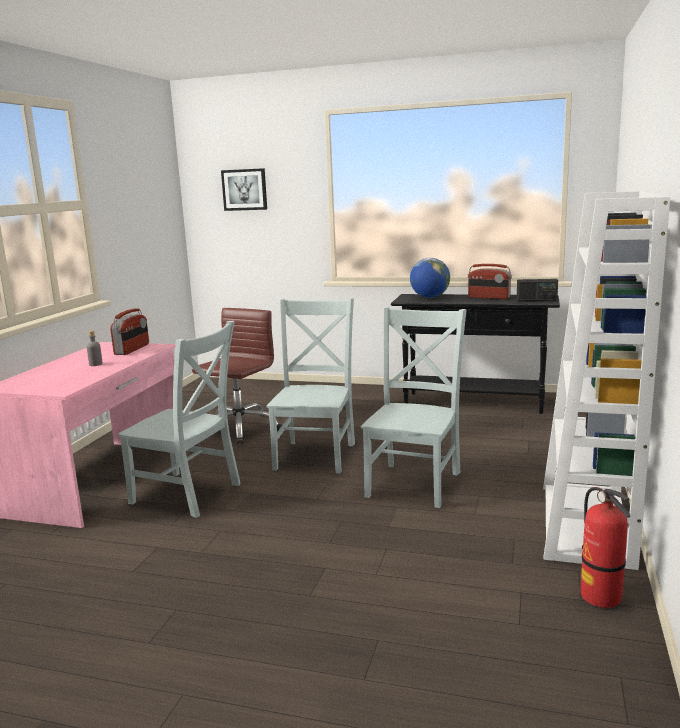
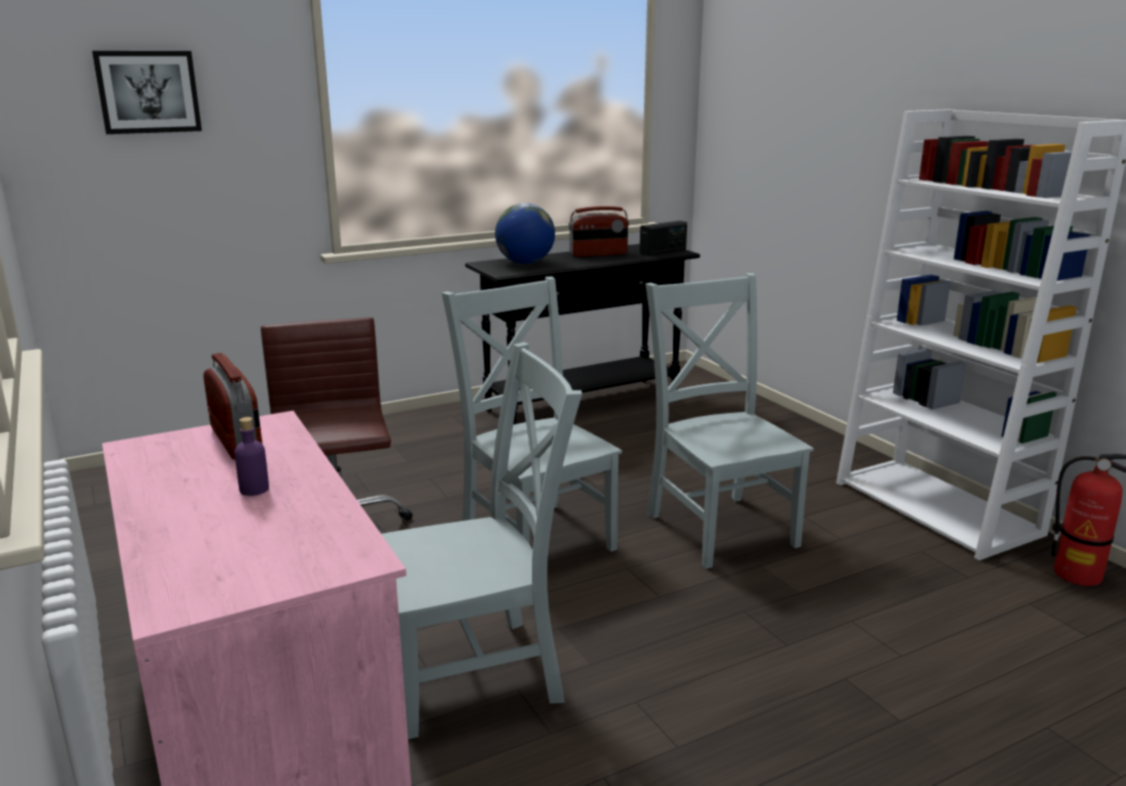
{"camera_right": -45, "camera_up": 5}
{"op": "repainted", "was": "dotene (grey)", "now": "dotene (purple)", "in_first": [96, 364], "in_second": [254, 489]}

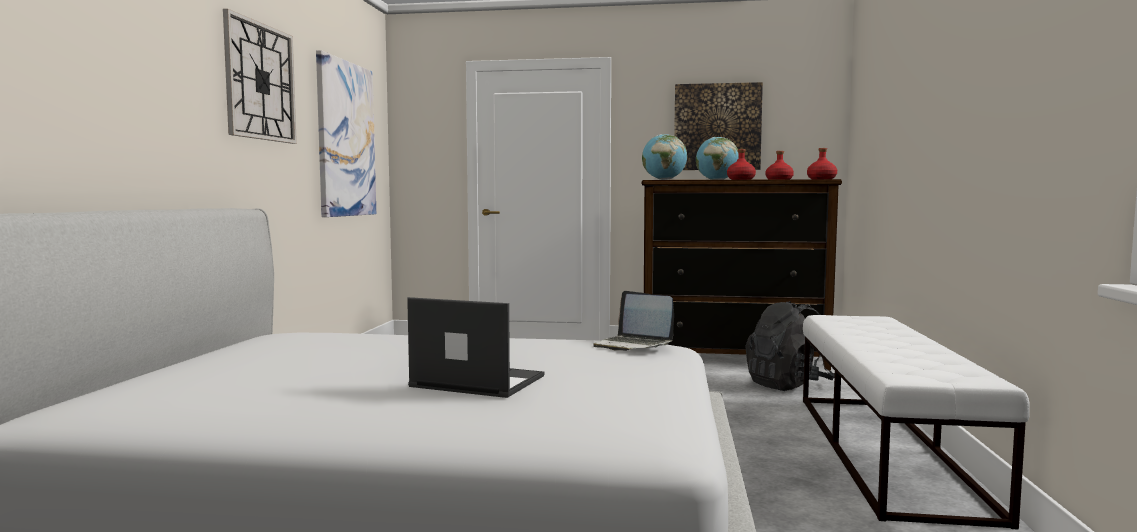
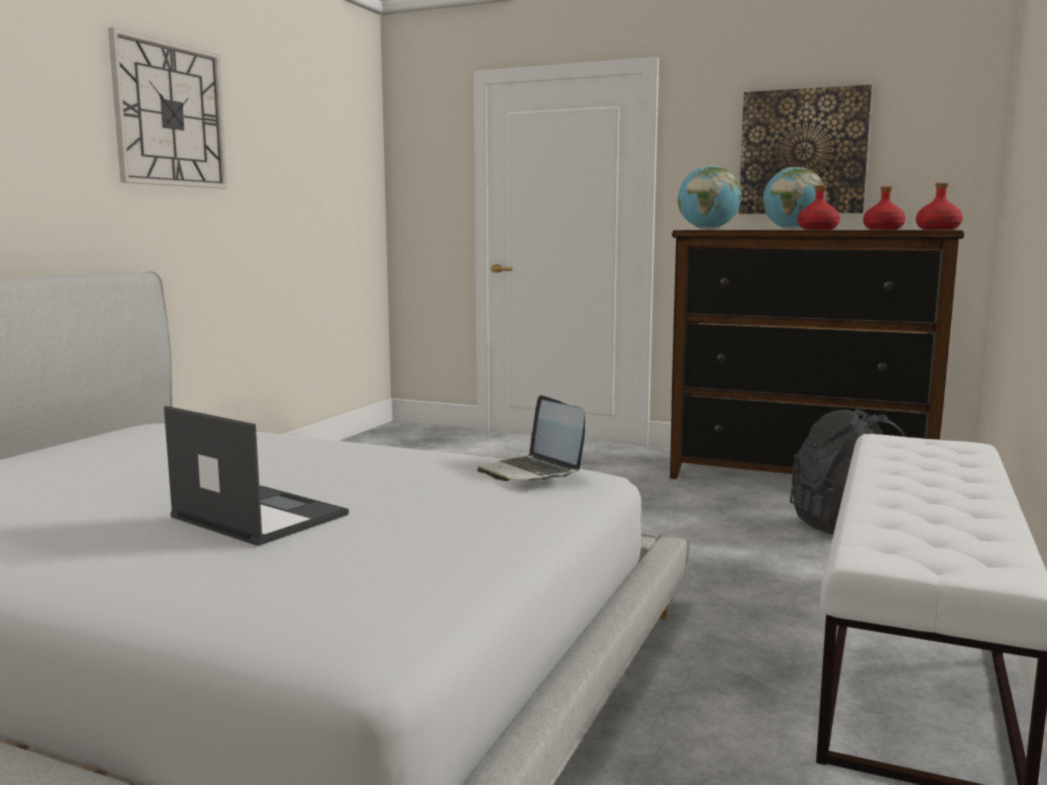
{"camera_right": 15, "camera_up": 5}
{"op": "gone", "was": "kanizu", "in_first": [346, 139]}

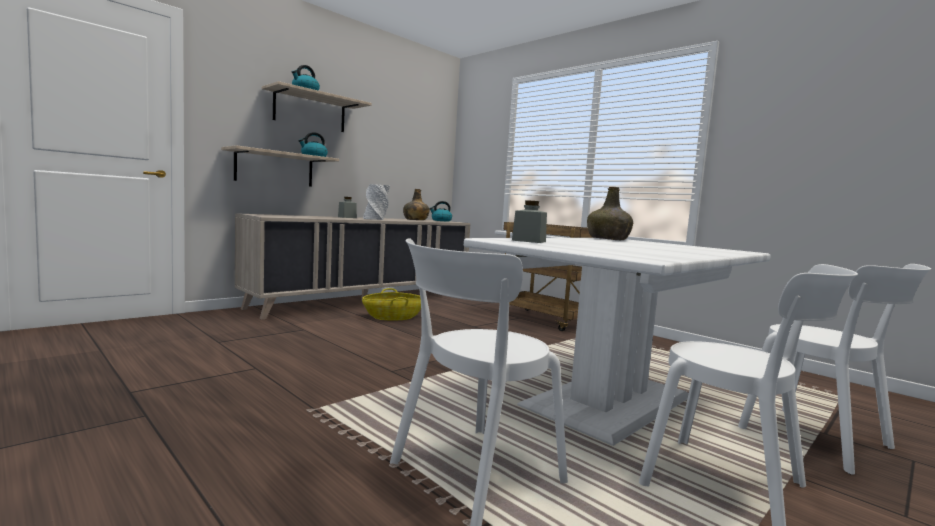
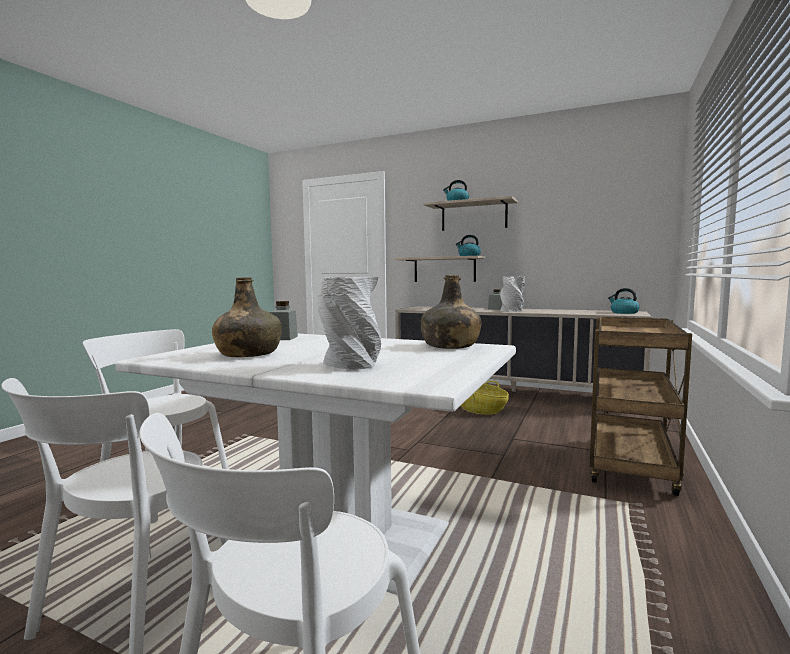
{"camera_right": 70, "camera_up": 0}
{"op": "shifted", "was": "dotene (green)", "in_first": [415, 220], "in_second": [248, 354]}
{"op": "new", "now": "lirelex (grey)", "in_second": [351, 365]}

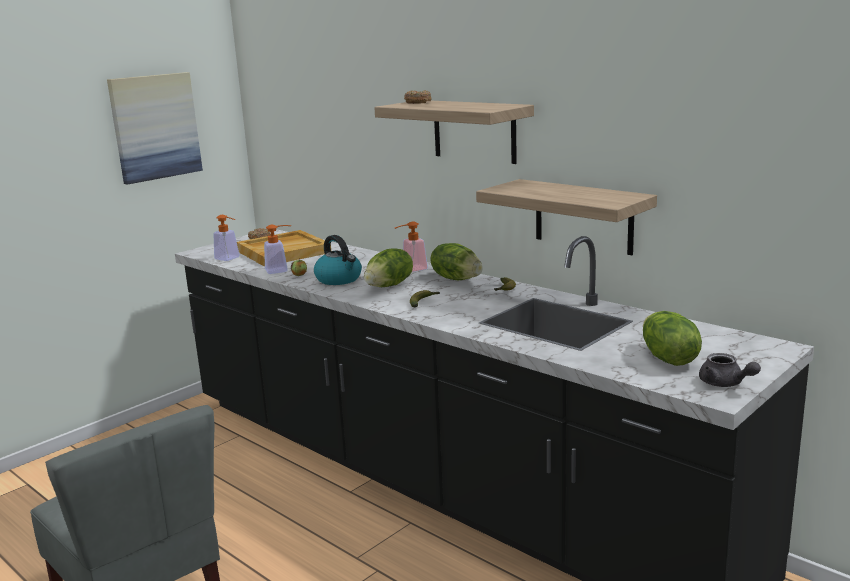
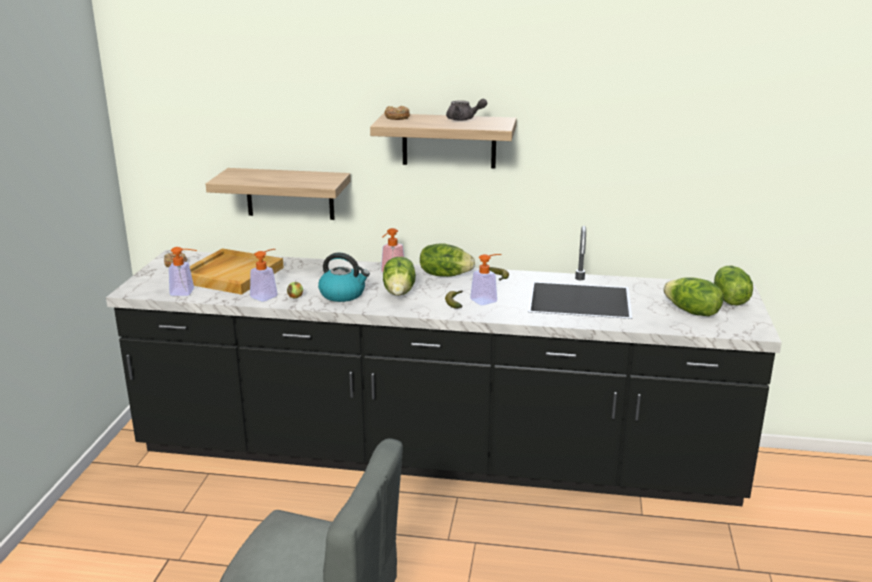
{"camera_right": -35, "camera_up": 5}
{"op": "gone", "was": "kanizu", "in_first": [155, 127]}
{"op": "shifted", "was": "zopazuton", "in_first": [583, 216], "in_second": [290, 193]}
{"op": "shifted", "was": "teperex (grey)", "in_first": [725, 384], "in_second": [464, 119]}
{"op": "new", "now": "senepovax", "in_second": [487, 300]}
{"op": "new", "now": "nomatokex", "in_second": [729, 300]}

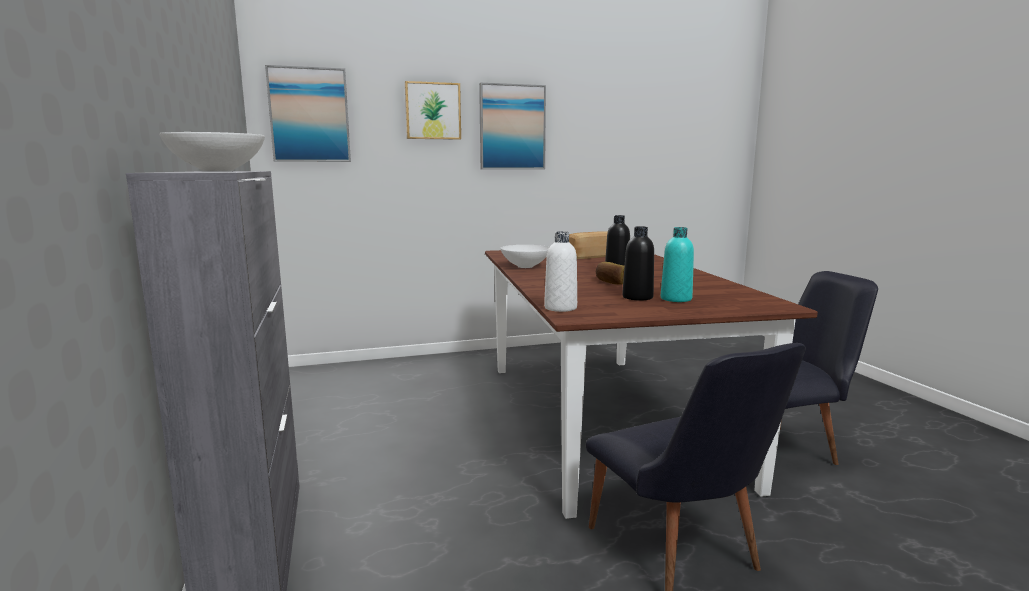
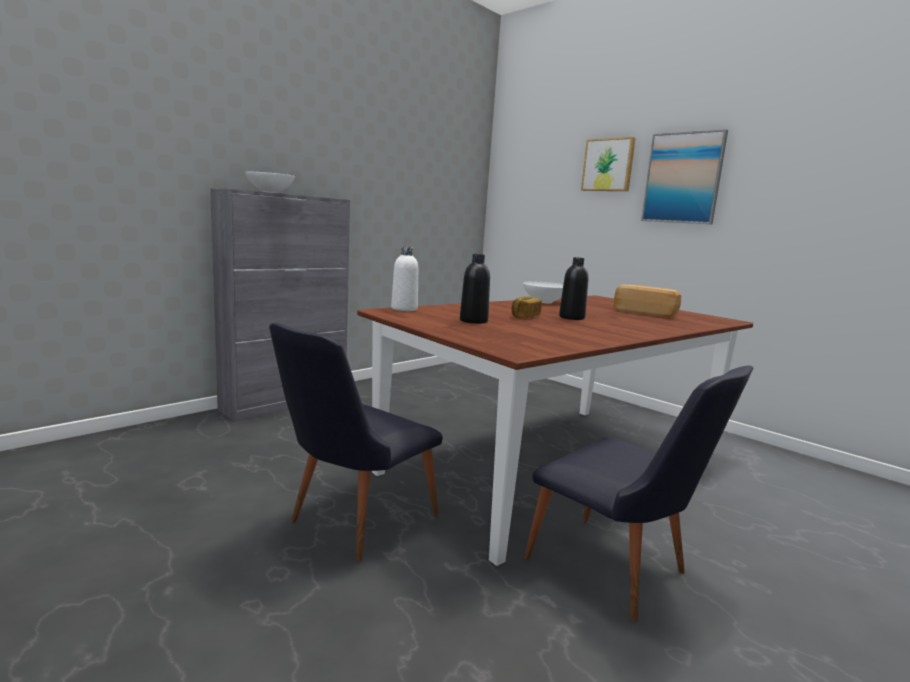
{"camera_right": 60, "camera_up": 0}
{"op": "gone", "was": "kanizu", "in_first": [309, 115]}
{"op": "gone", "was": "dotene (turquoise)", "in_first": [676, 299]}

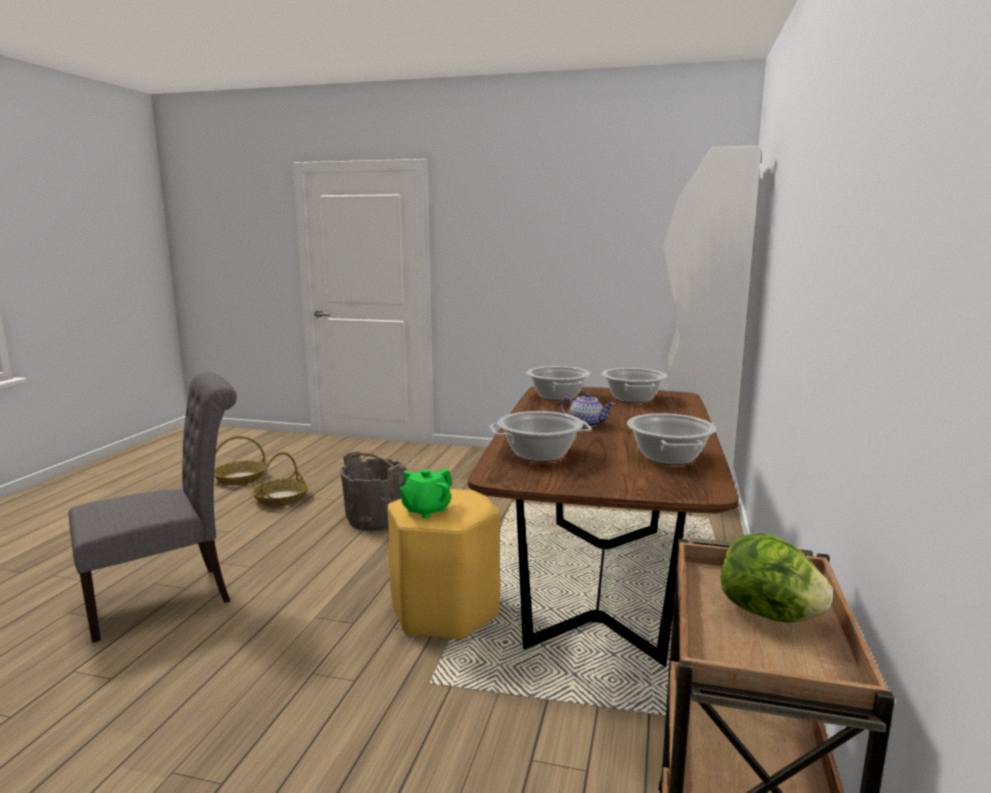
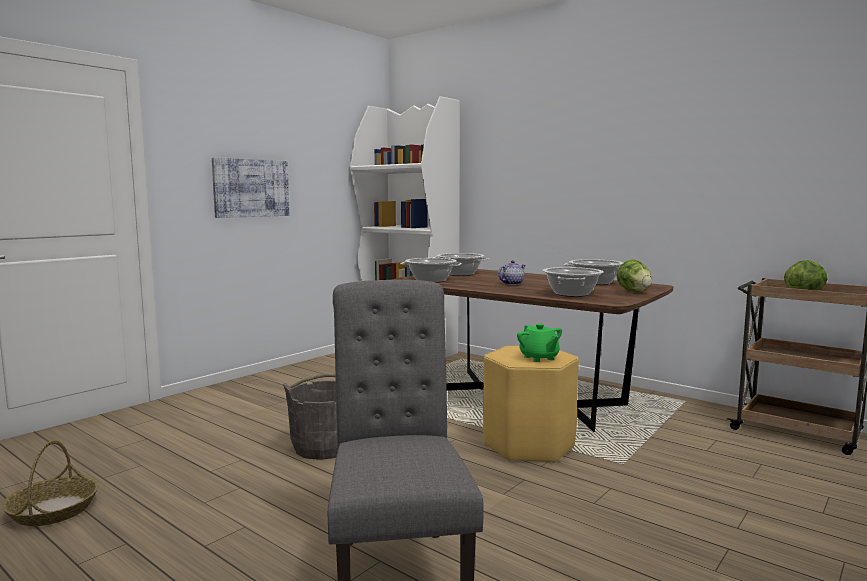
{"camera_right": -65, "camera_up": -5}
{"op": "gone", "was": "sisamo", "in_first": [281, 498]}
{"op": "new", "now": "kanizu", "in_second": [251, 188]}
{"op": "new", "now": "nomatokex", "in_second": [634, 291]}

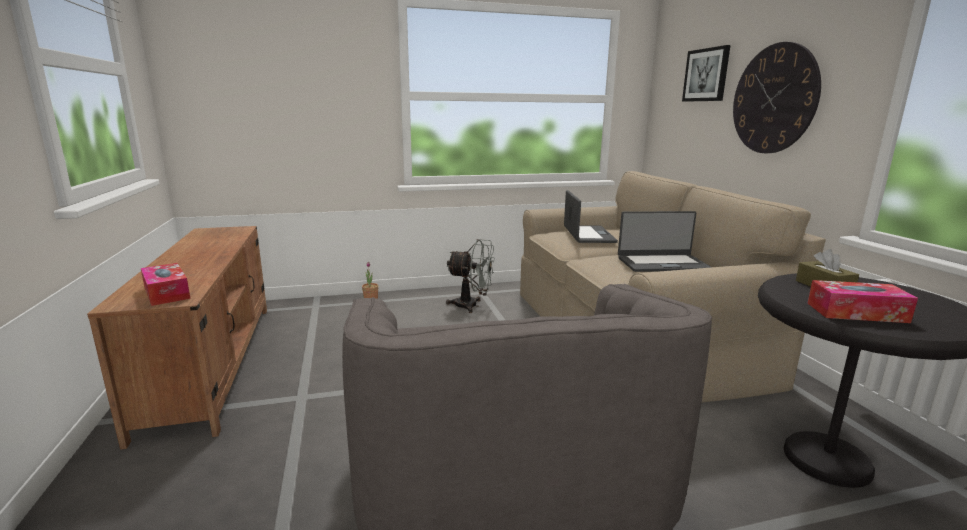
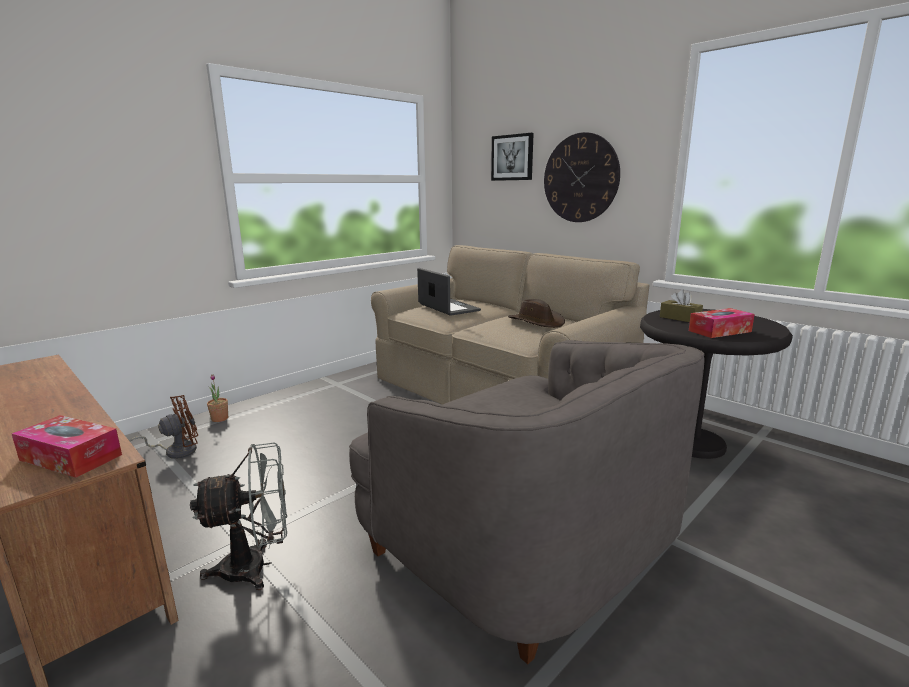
{"camera_right": -30, "camera_up": 0}
{"op": "swapped", "was": "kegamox", "now": "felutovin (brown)", "in_first": [662, 263], "in_second": [536, 322]}
{"op": "shifted", "was": "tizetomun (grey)", "in_first": [472, 306], "in_second": [256, 567]}
{"op": "new", "now": "tizetomun (brown)", "in_second": [176, 451]}

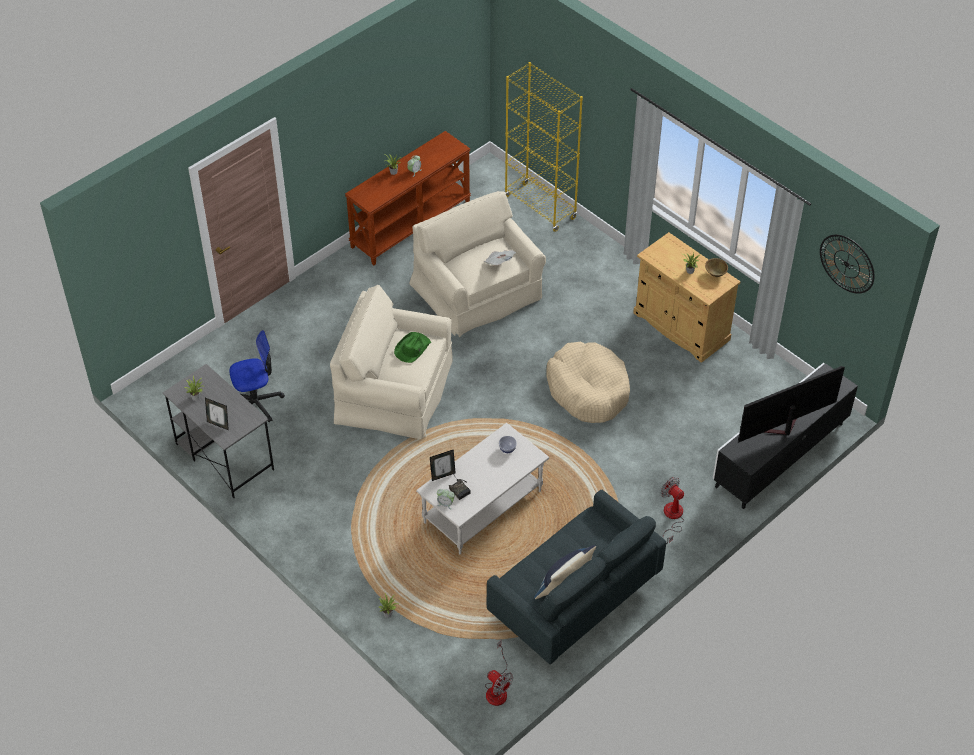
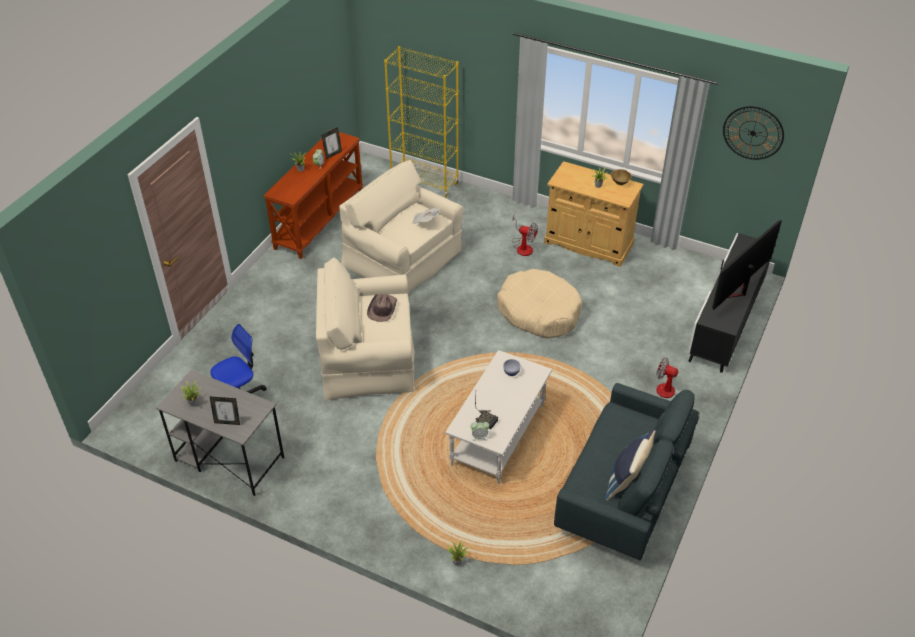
{"camera_right": -20, "camera_up": -5}
{"op": "repainted", "was": "felutovin (green)", "now": "felutovin (brown)", "in_first": [412, 348], "in_second": [382, 309]}
{"op": "shifted", "was": "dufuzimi", "in_first": [443, 475], "in_second": [333, 154]}
{"op": "shifted", "was": "tizetomun", "in_first": [497, 688], "in_second": [523, 246]}

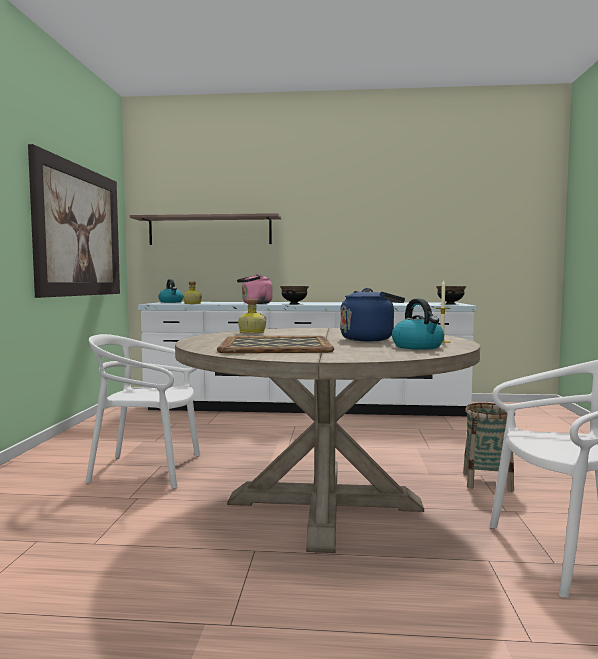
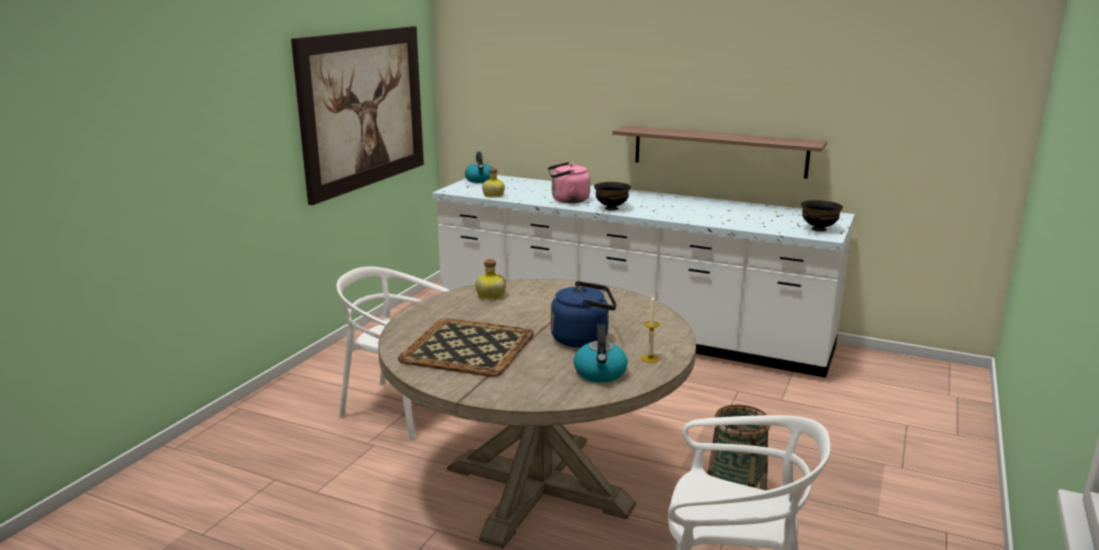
{"camera_right": 20, "camera_up": 15}
{"op": "shifted", "was": "zopazuton", "in_first": [210, 231], "in_second": [719, 151]}

